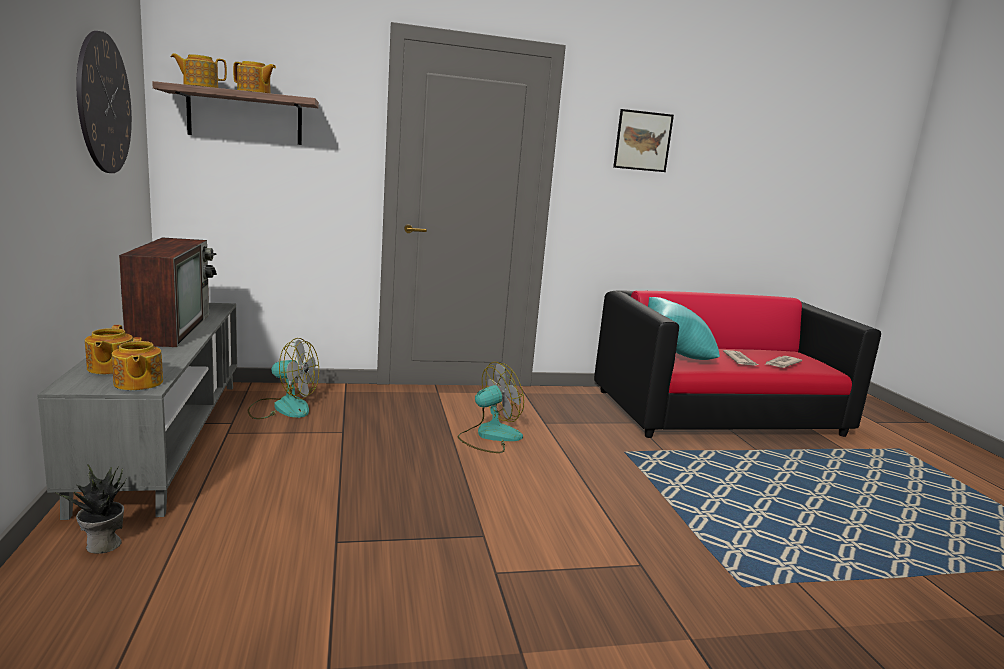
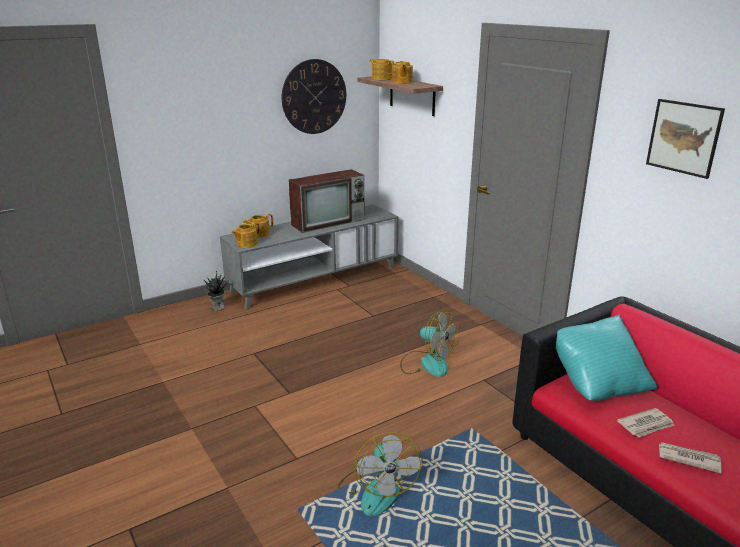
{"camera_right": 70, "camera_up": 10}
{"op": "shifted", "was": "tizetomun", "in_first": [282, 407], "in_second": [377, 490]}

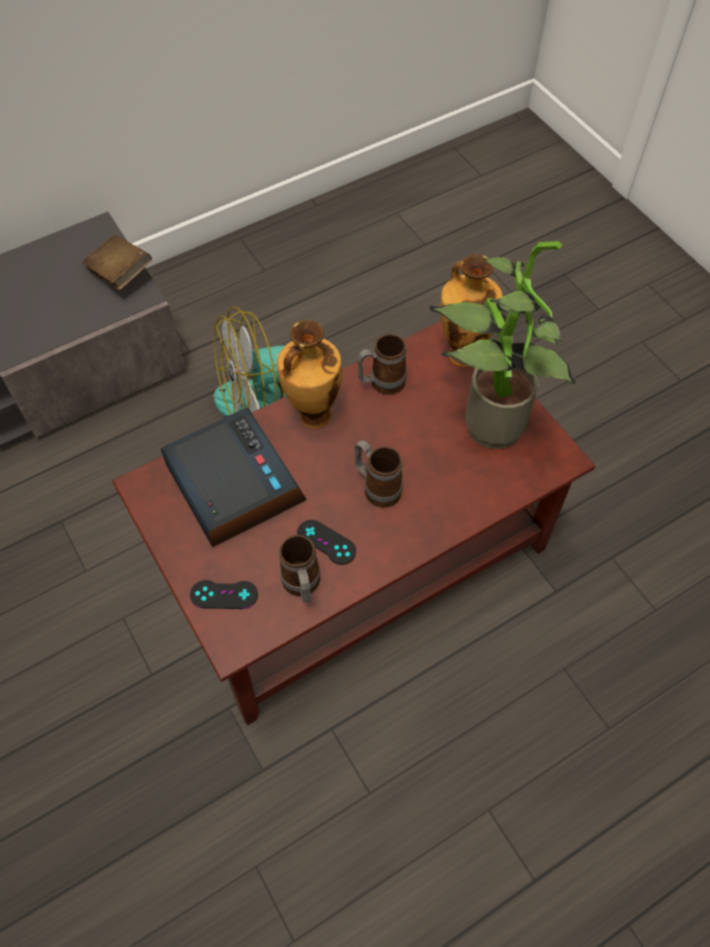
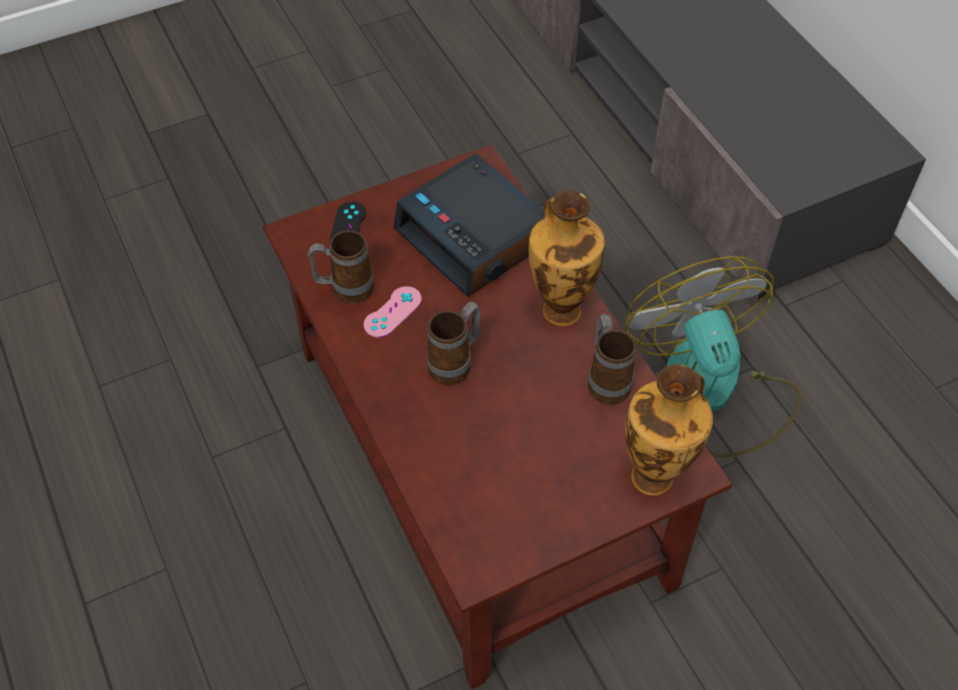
{"camera_right": 95, "camera_up": -5}
{"op": "gone", "was": "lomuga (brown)", "in_first": [120, 274]}
{"op": "gone", "was": "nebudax", "in_first": [485, 427]}
{"op": "rotated", "was": "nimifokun", "in_first": [233, 483], "in_second": [476, 236], "clockwise": 75}
{"op": "repainted", "was": "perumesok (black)", "now": "perumesok (pink)", "in_first": [326, 542], "in_second": [392, 312]}

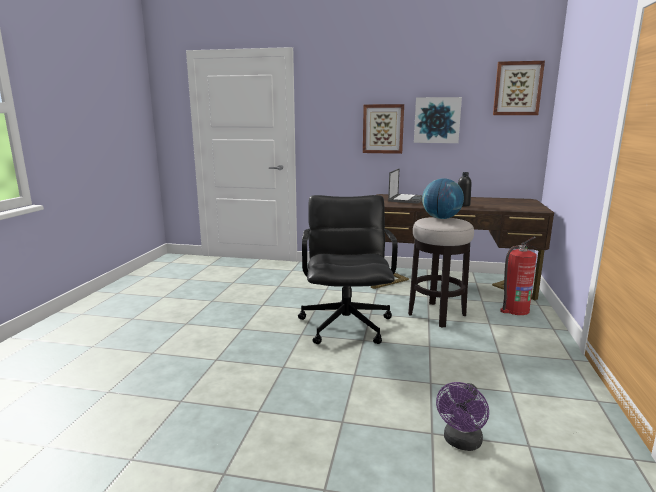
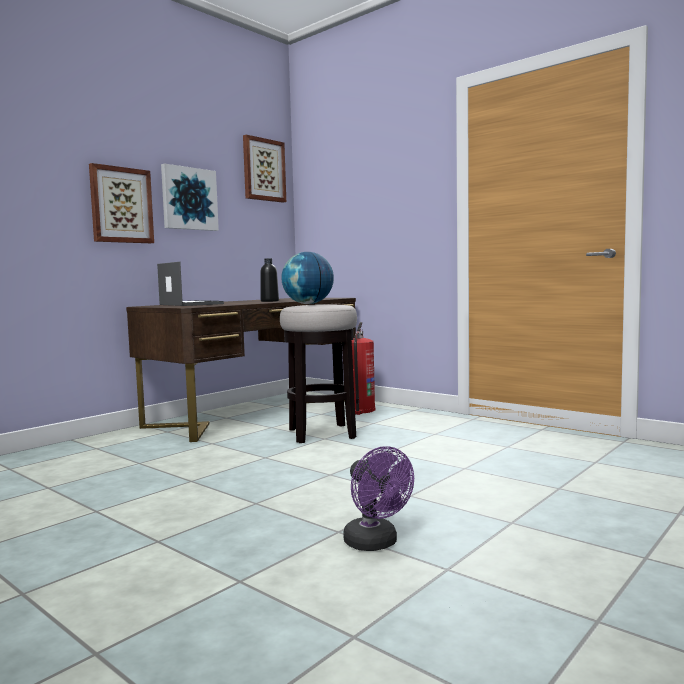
{"camera_right": -60, "camera_up": -10}
{"op": "gone", "was": "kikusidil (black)", "in_first": [346, 324]}
{"op": "shifted", "was": "tizetomun (purple)", "in_first": [461, 443], "in_second": [375, 544]}

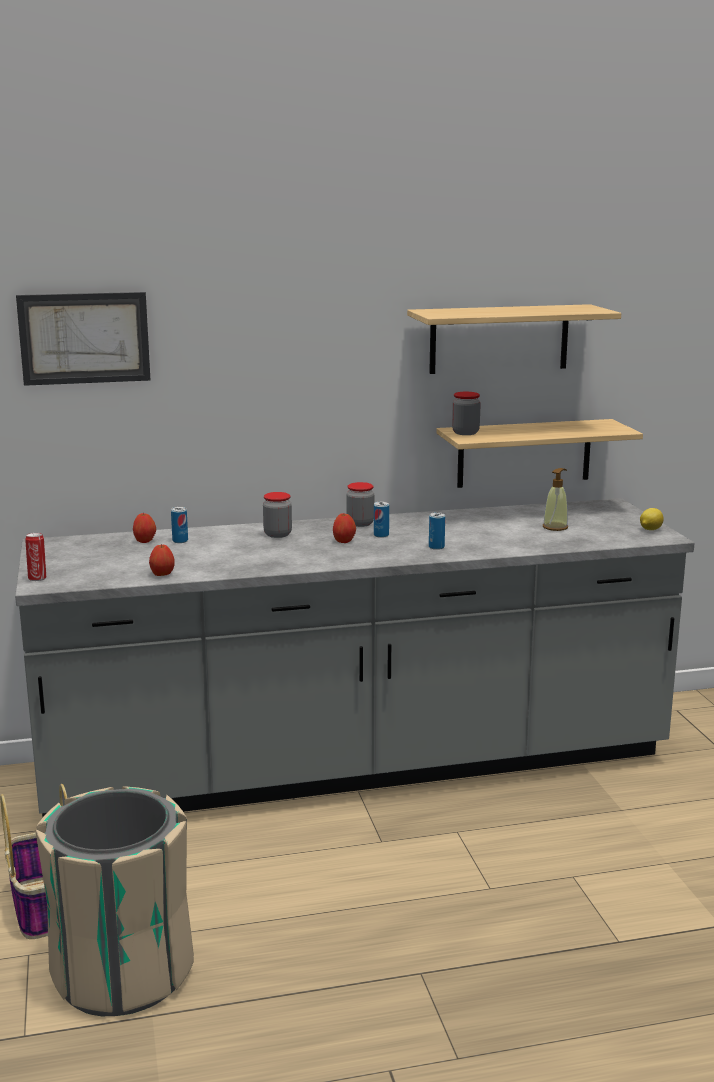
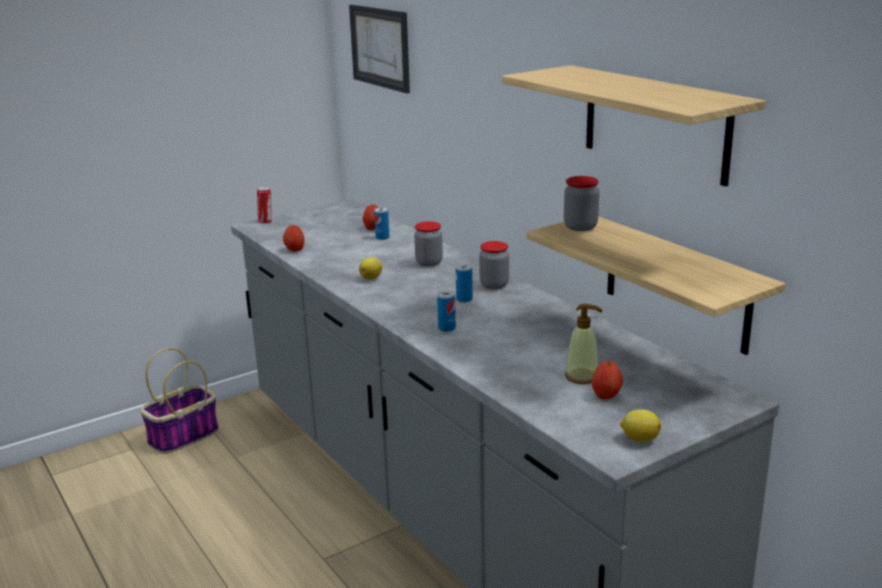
{"camera_right": 70, "camera_up": 5}
{"op": "shifted", "was": "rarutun", "in_first": [344, 541], "in_second": [606, 396]}
{"op": "gone", "was": "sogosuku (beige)", "in_first": [123, 972]}
{"op": "new", "now": "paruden", "in_second": [371, 278]}

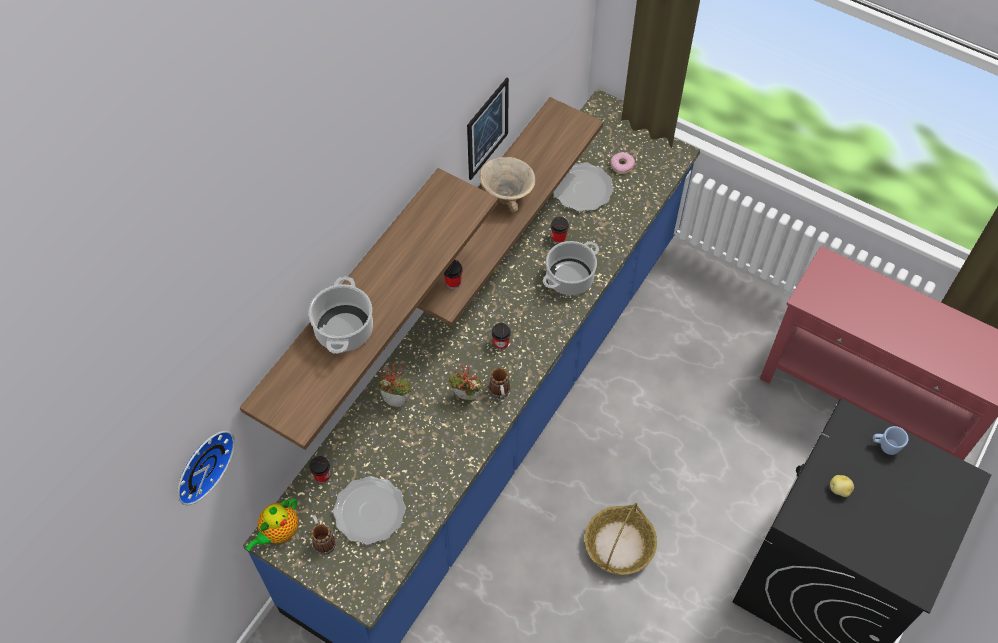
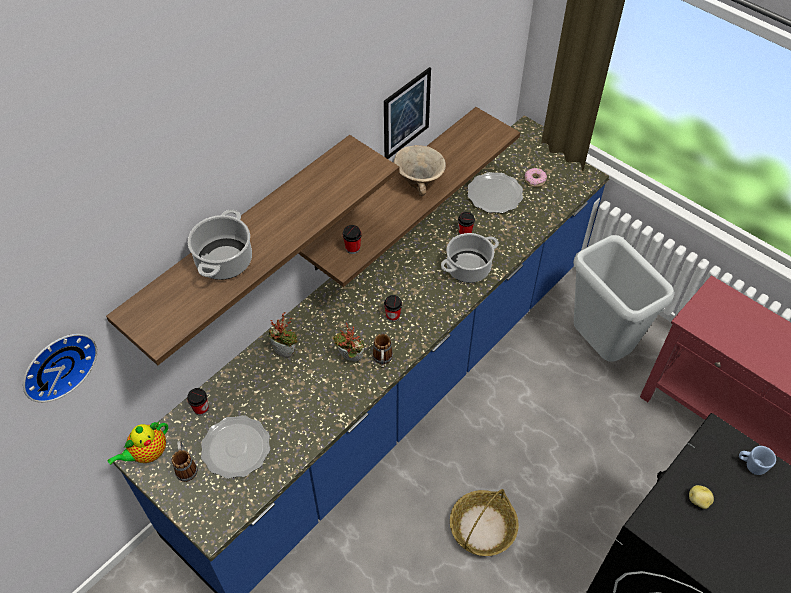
{"camera_right": 10, "camera_up": -5}
{"op": "new", "now": "sogosuku (grey)", "in_second": [600, 346]}

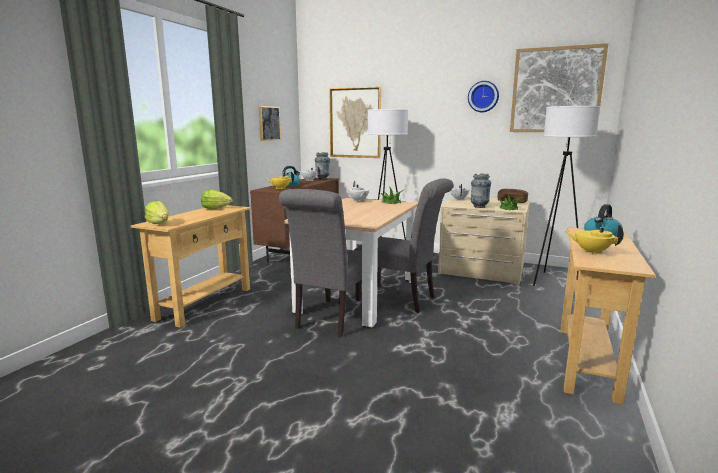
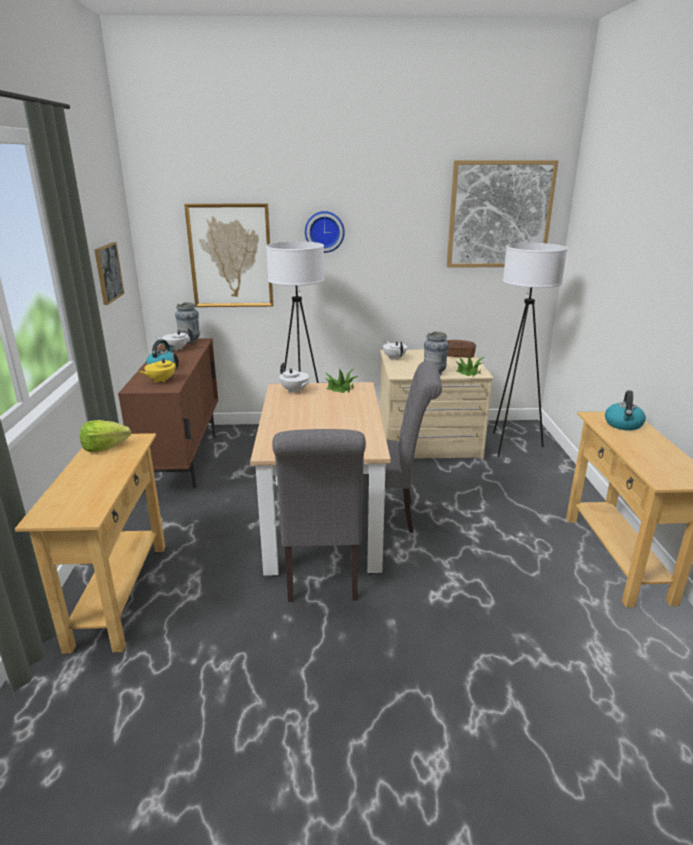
{"camera_right": -25, "camera_up": 10}
{"op": "shifted", "was": "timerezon", "in_first": [483, 96], "in_second": [324, 231]}
{"op": "gone", "was": "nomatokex", "in_first": [159, 223]}
{"op": "gone", "was": "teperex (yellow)", "in_first": [591, 252]}

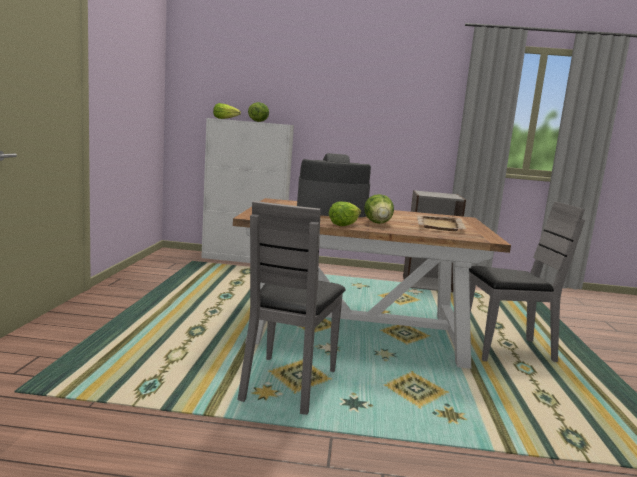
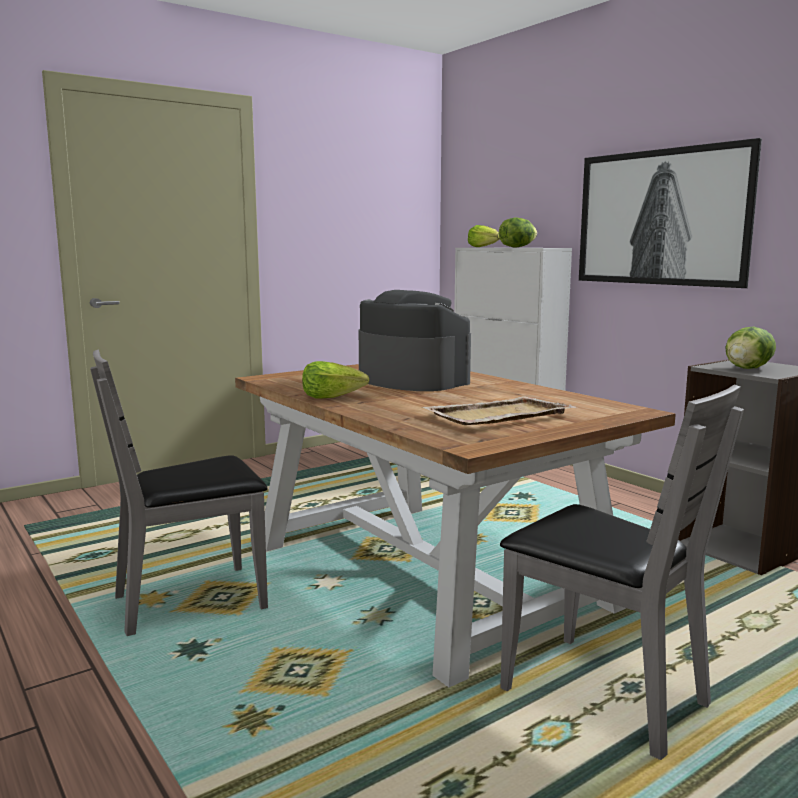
{"camera_right": 50, "camera_up": 0}
{"op": "shifted", "was": "nomatokex", "in_first": [378, 223], "in_second": [747, 368]}
{"op": "new", "now": "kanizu", "in_second": [662, 217]}

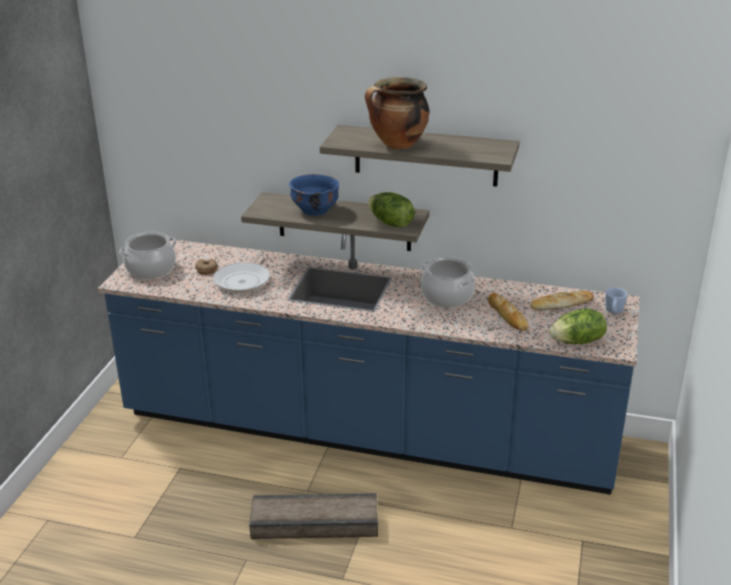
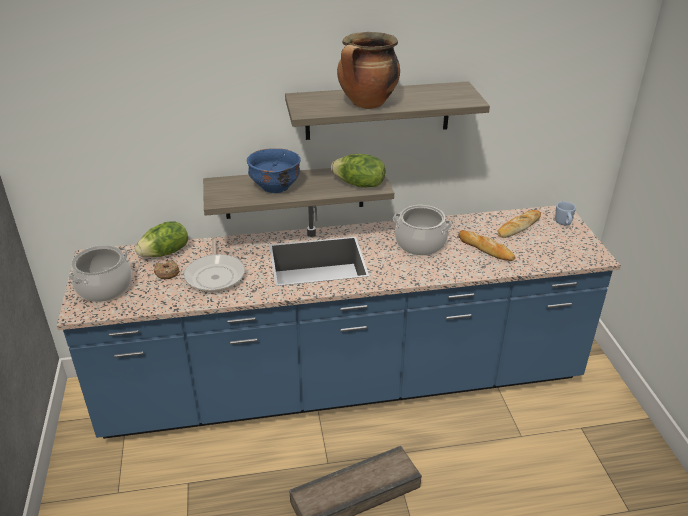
{"camera_right": -25, "camera_up": 5}
{"op": "shifted", "was": "nomatokex", "in_first": [577, 341], "in_second": [165, 253]}

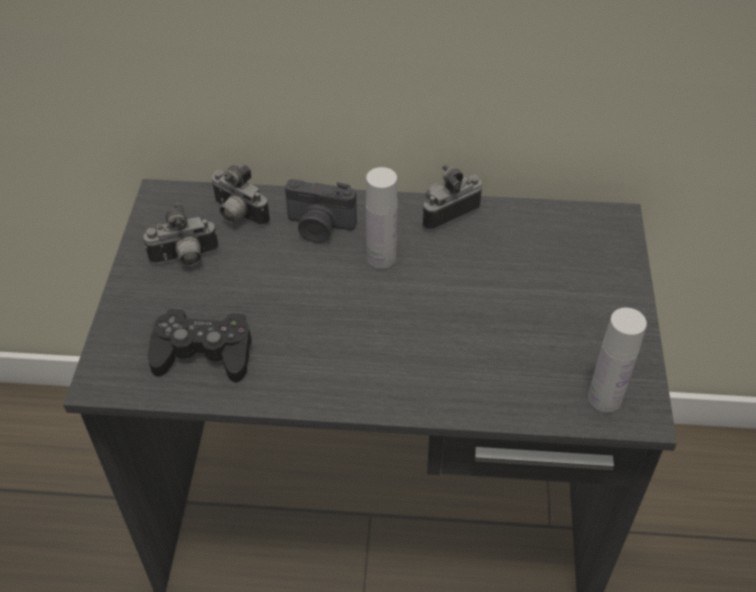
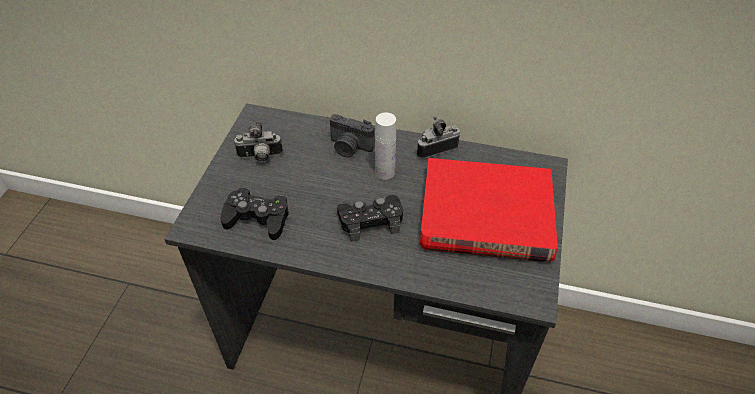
{"camera_right": 10, "camera_up": 0}
{"op": "gone", "was": "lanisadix", "in_first": [237, 215]}
{"op": "gone", "was": "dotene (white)", "in_first": [604, 398]}
{"op": "new", "now": "lomuga (red)", "in_second": [486, 215]}
{"op": "new", "now": "perumesok (black)", "in_second": [370, 221]}

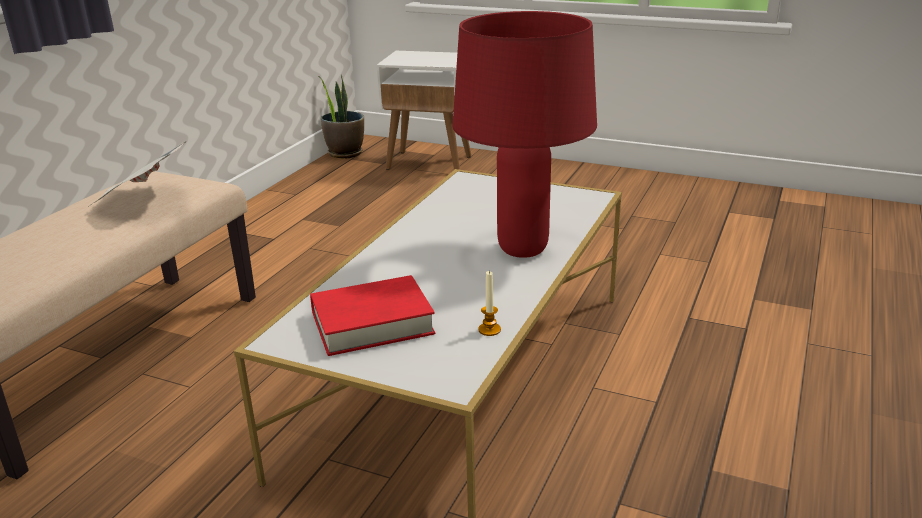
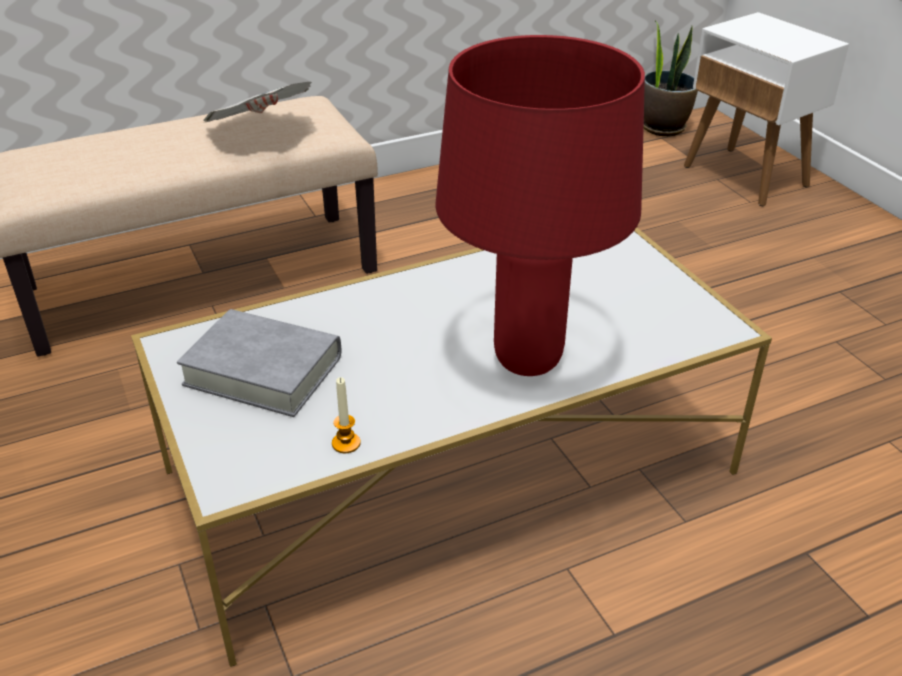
{"camera_right": 40, "camera_up": 10}
{"op": "repainted", "was": "lomuga (red)", "now": "lomuga (grey)", "in_first": [372, 323], "in_second": [263, 371]}

